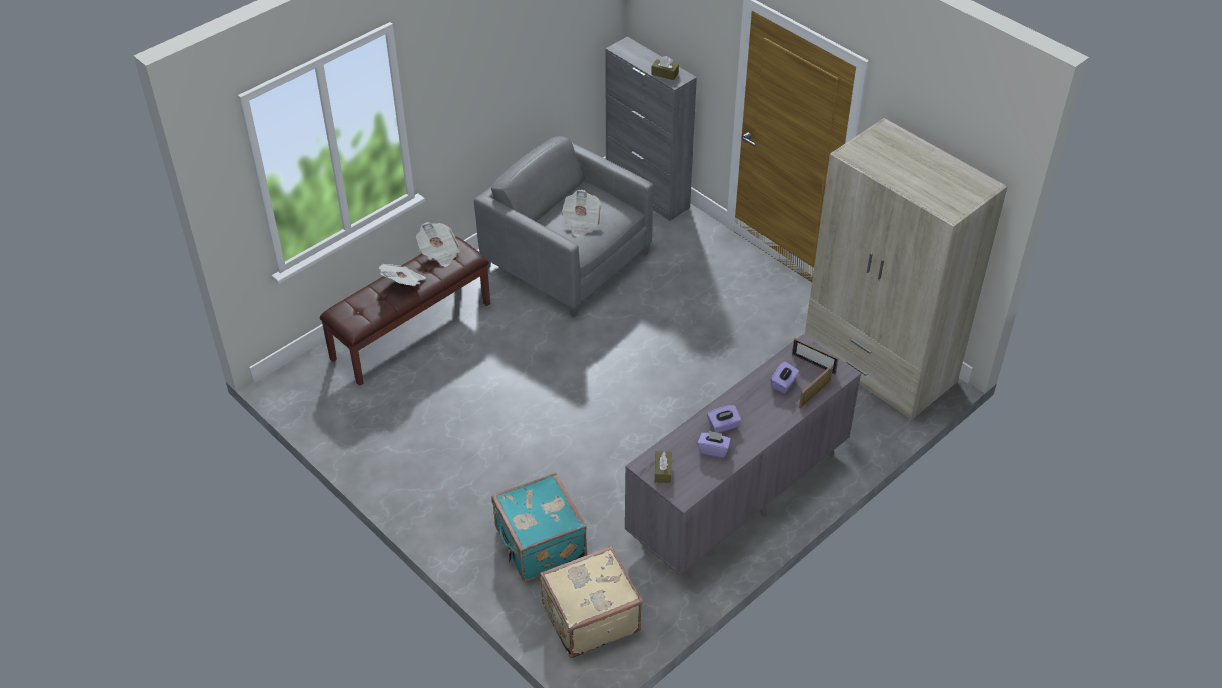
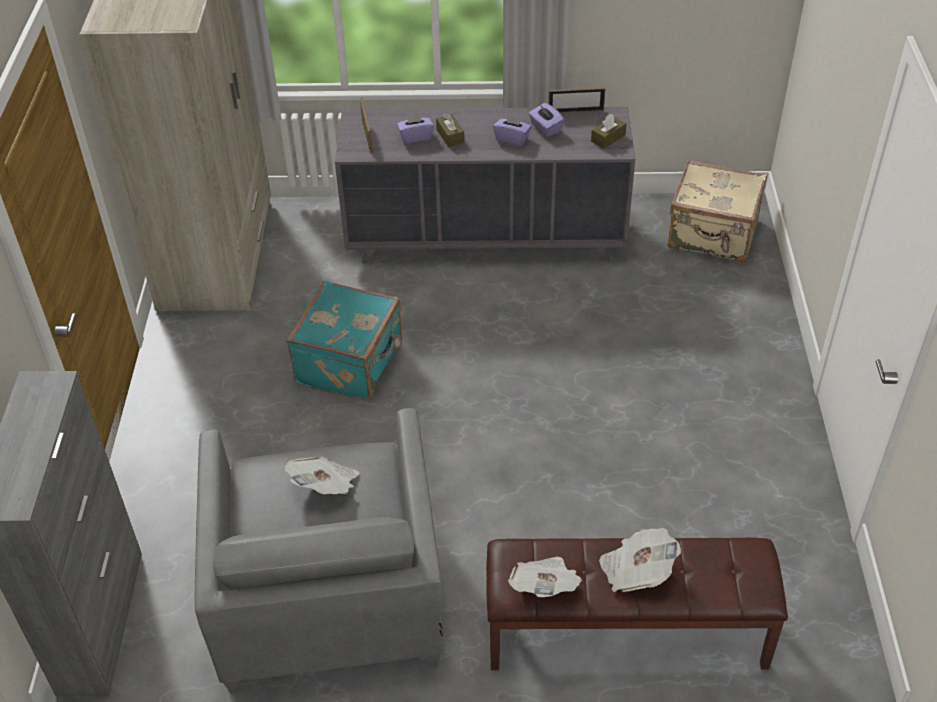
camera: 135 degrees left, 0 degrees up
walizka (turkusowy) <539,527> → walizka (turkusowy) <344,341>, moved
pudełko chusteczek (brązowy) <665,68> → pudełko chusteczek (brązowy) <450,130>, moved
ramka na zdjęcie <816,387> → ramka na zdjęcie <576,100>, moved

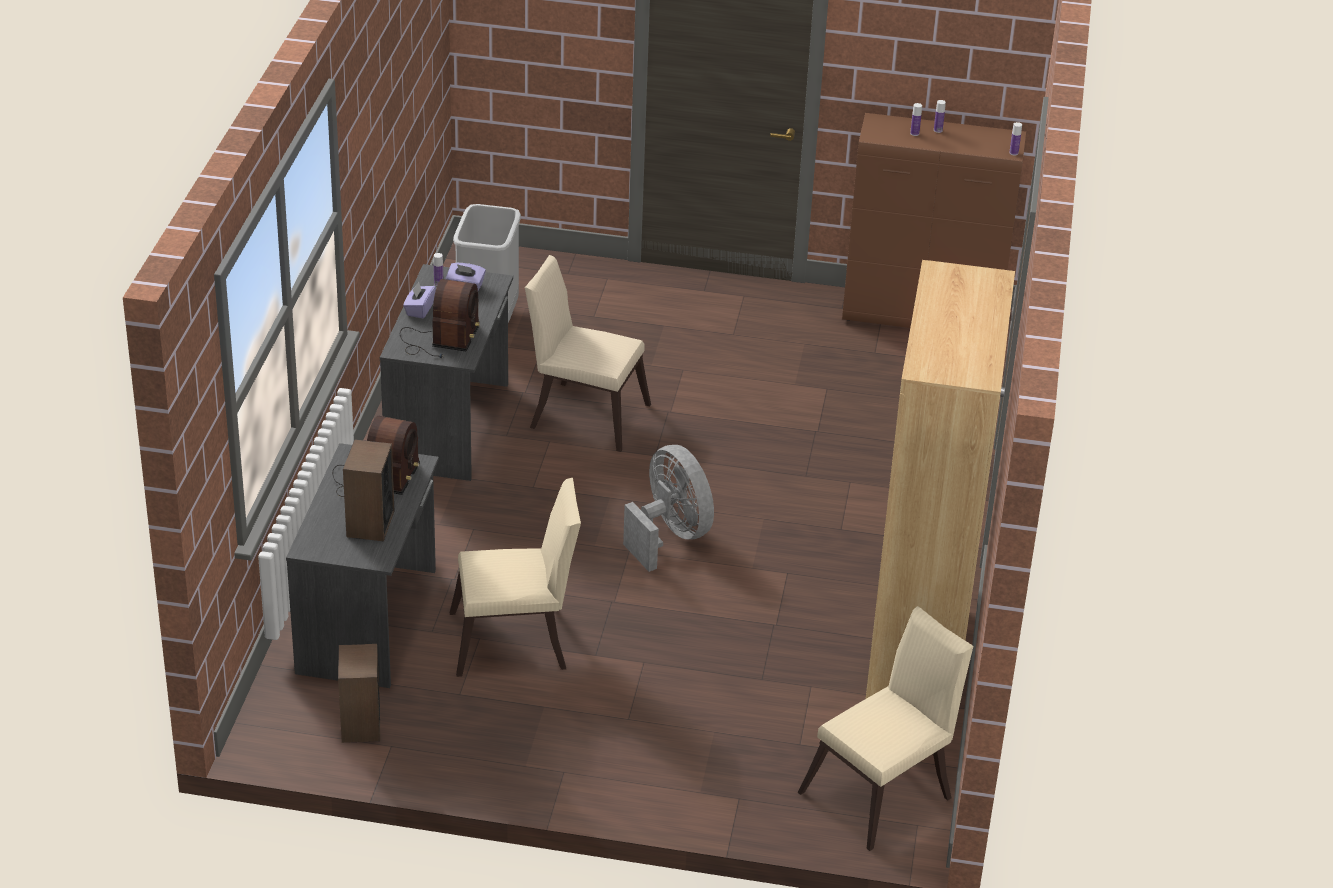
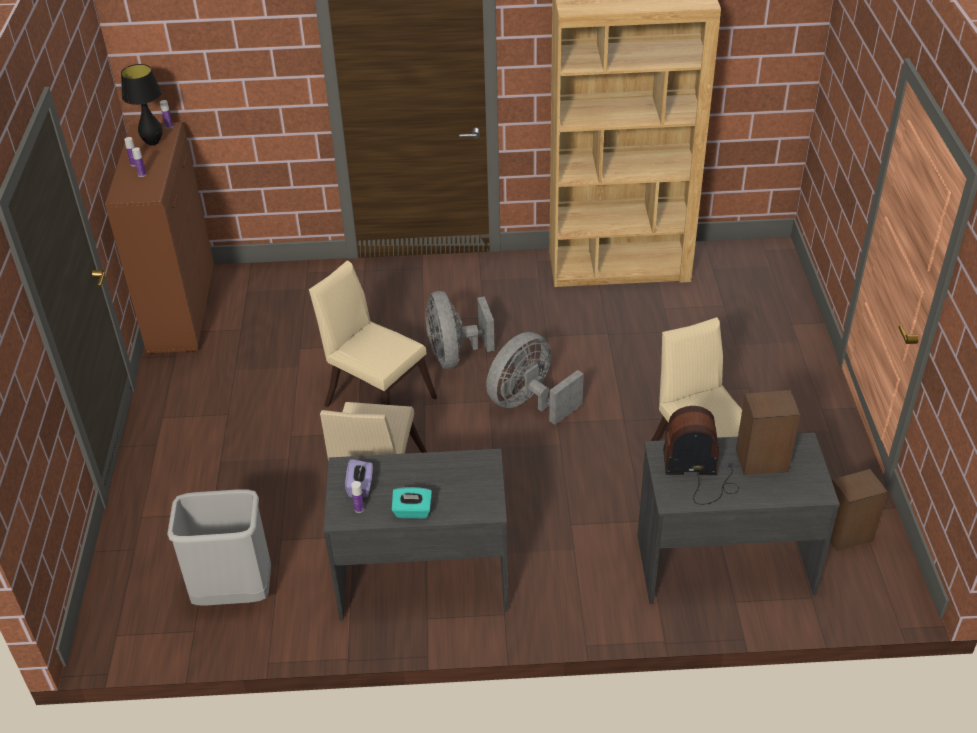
camera: 100 degrees left, 5 degrees up
radio <440,318> → -
pudełko chusteczek (fioletowy) <419,300> → pudełko chusteczek (turkusowy) <412,502>
krzesło (beżowy) <885,728> → krzesło (beżowy) <373,333>, moved
- → lampa stołowa (czarny) <141,104>
- → wentylator (szary) <460,330>

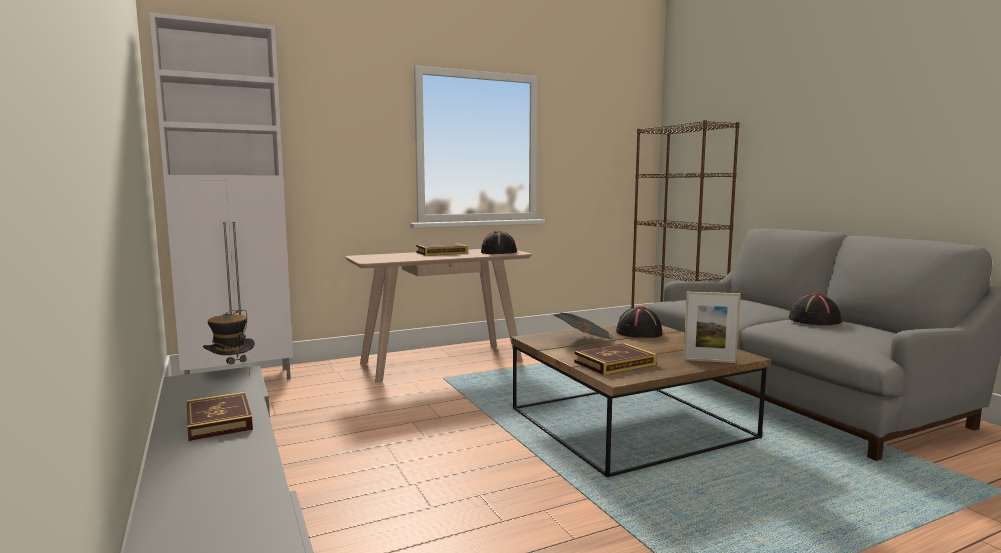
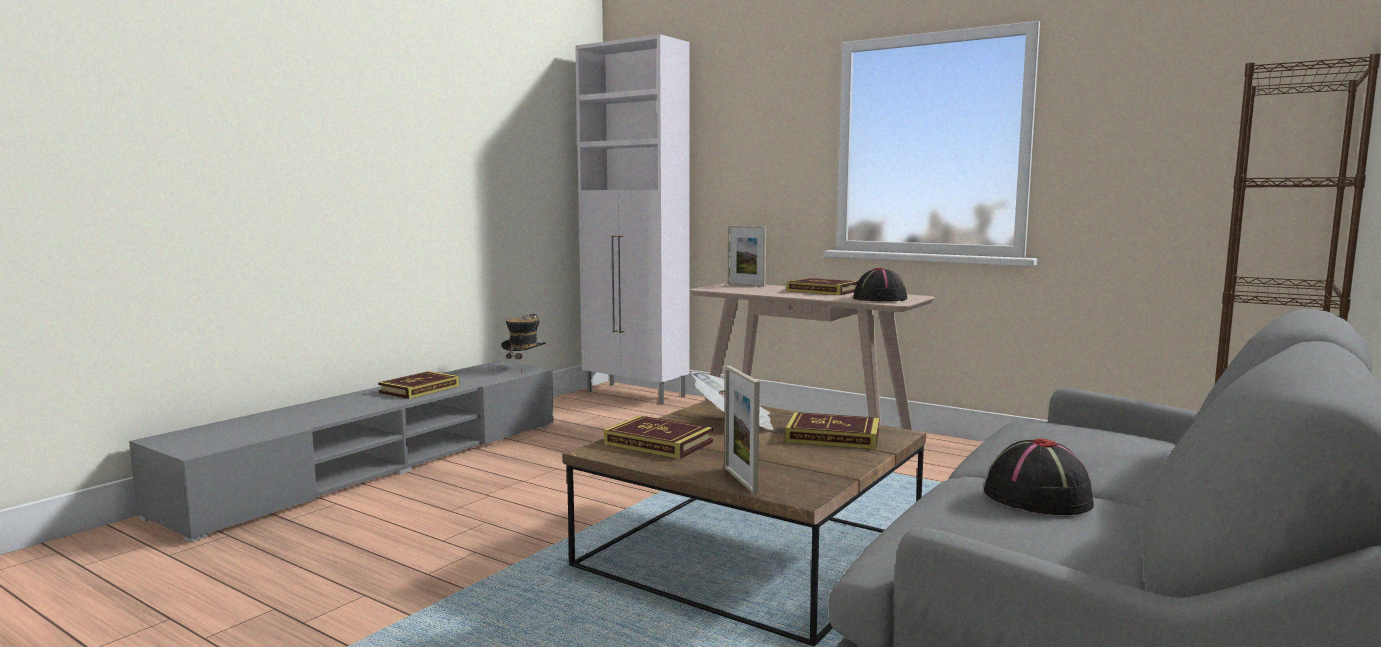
camera: 60 degrees right, 0 degrees up
kapelusz (czarny) <639,322> → książka <832,431>
- → ramka na zdjęcie <747,256>

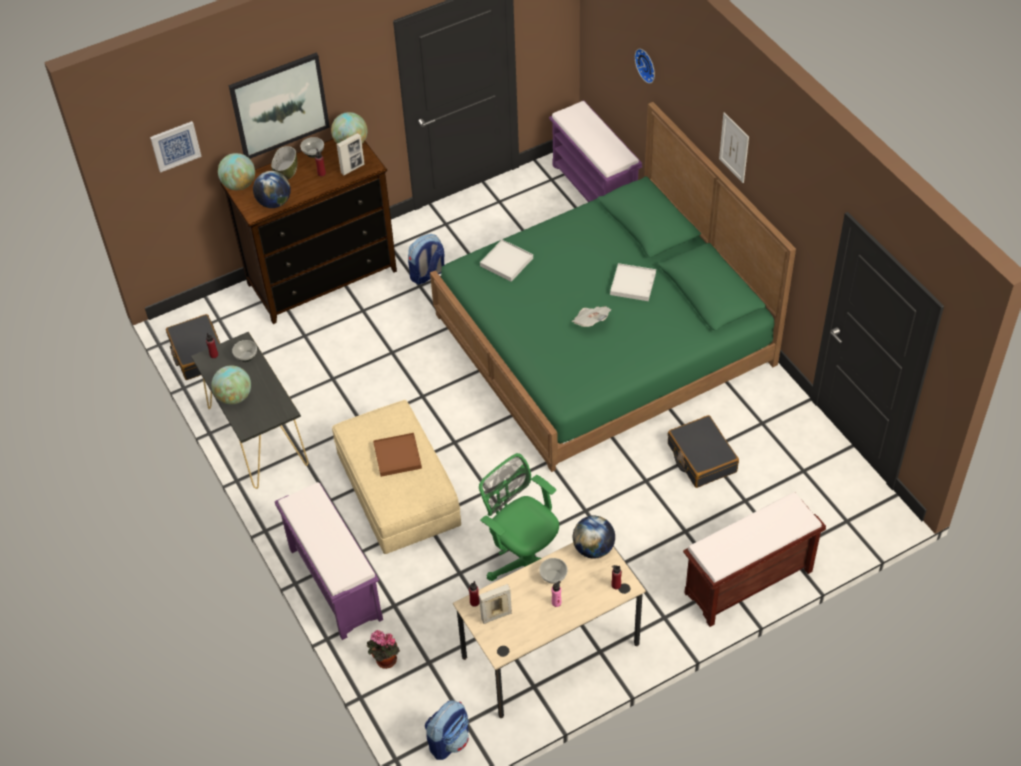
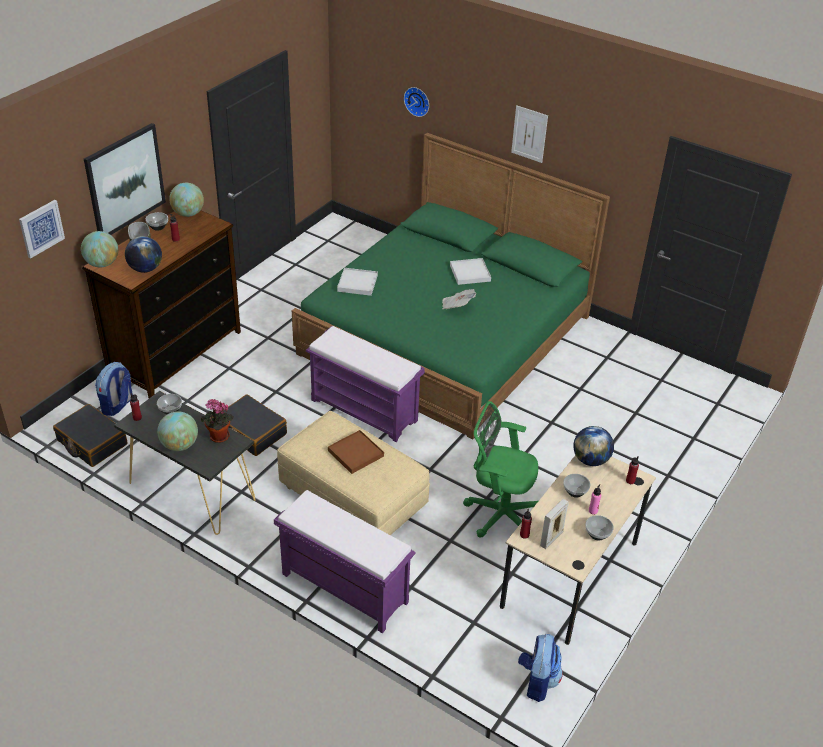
camera: 30 degrees left, 10 degrees down
ramka na zdjęcie <350,154> → -
roślina doniczkowa <383,649> → roślina doniczkowa <217,421>, moved
plecak <426,259> → plecak <114,389>, moved
ławka (fioletowy) <595,151> → ławka (fioletowy) <365,384>, moved
walizka (czarny) <703,451> → walizka (czarny) <255,425>, moved
ławka (brązowy) <754,559> → -
- → miska <599,528>

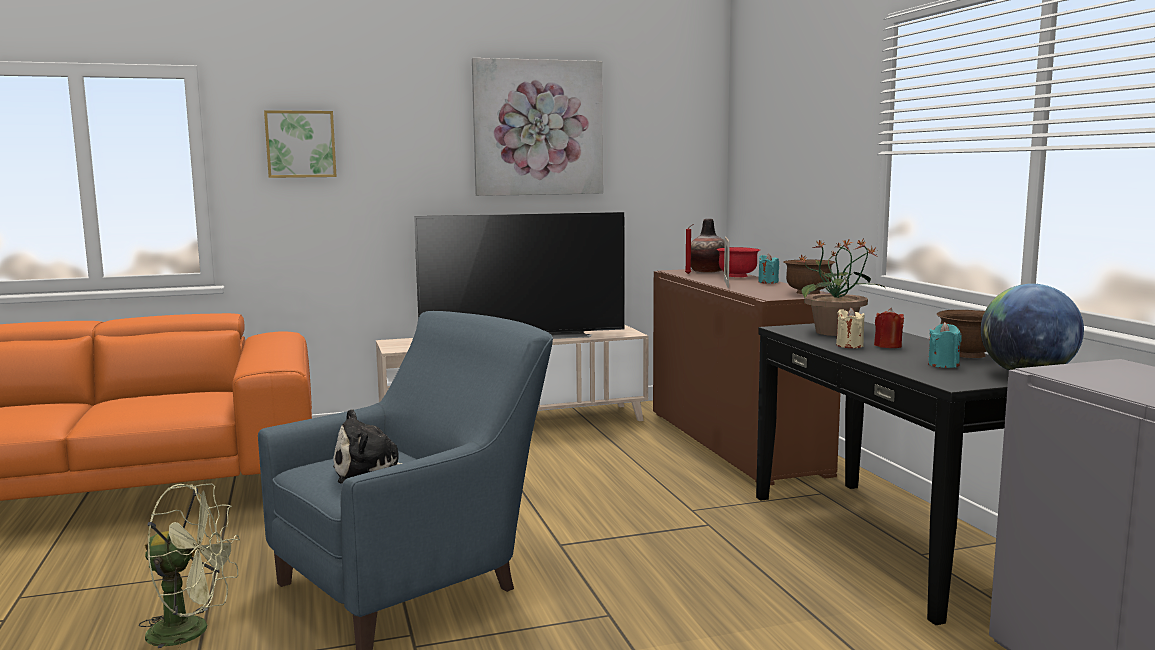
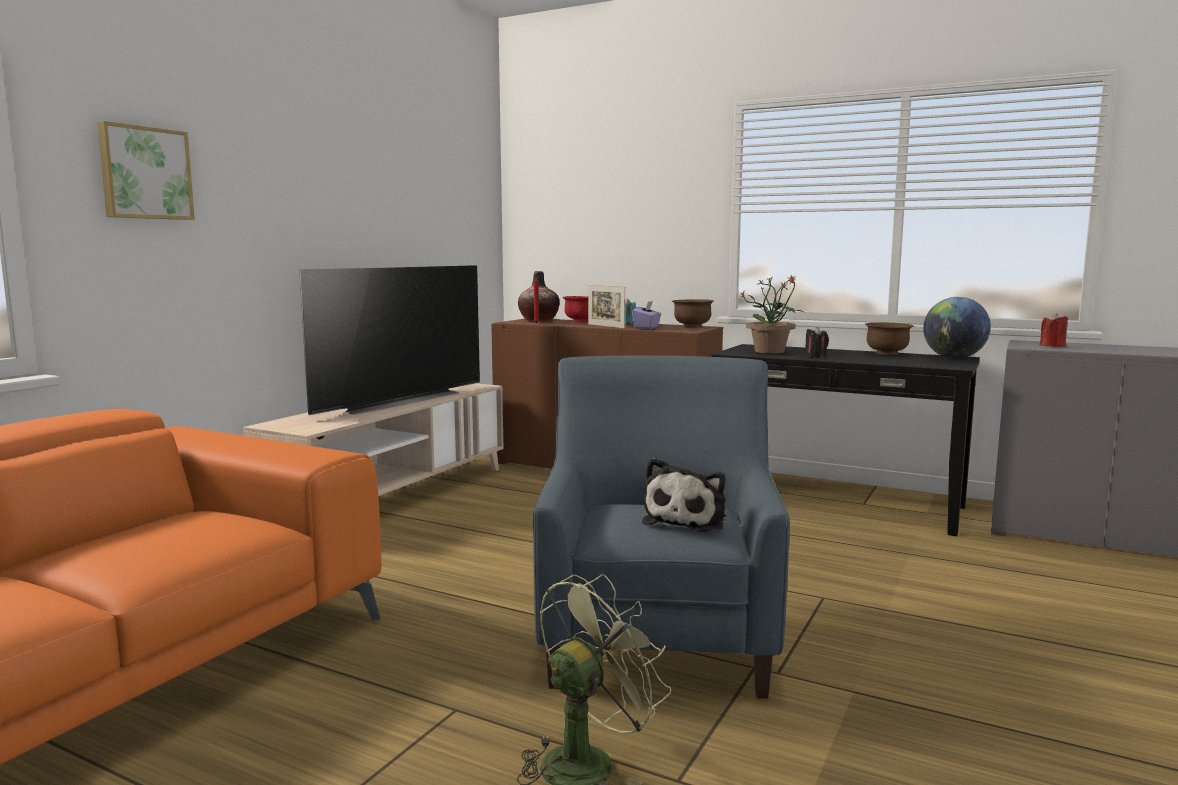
camera: 45 degrees left, 0 degrees up
obraz <537,127> → -
świeca (beżowy) <850,328> → świeca (czarny) <817,342>
świeca (czerwony) <889,328> → świeca (czerwony) <1054,330>, moved
świeca (turkusowy) <945,345> → -
- → pudełko chusteczek (fioletowy) <646,315>

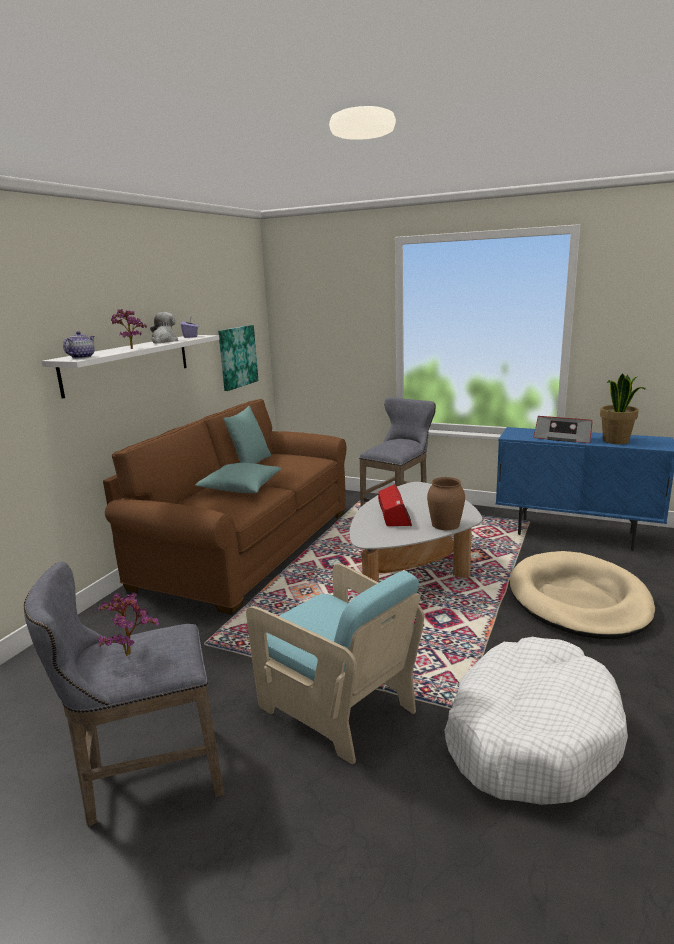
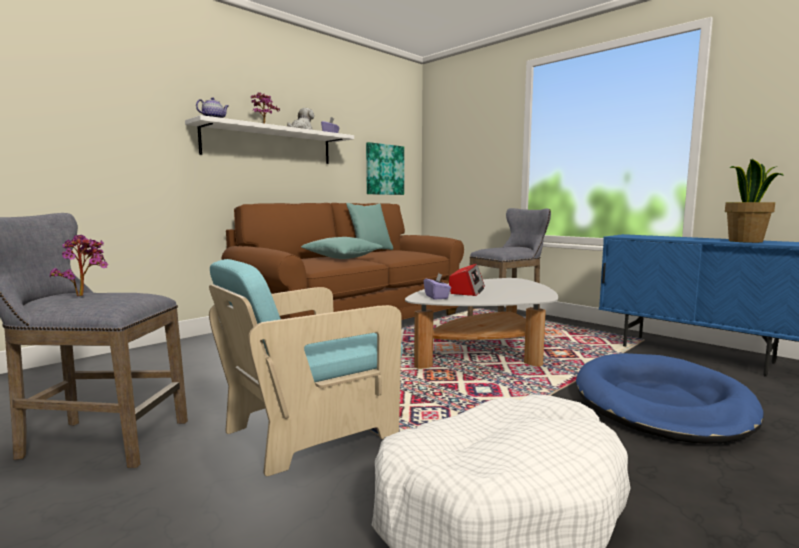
camera: 20 degrees right, 10 degrees down
fotel (turkusowy) <335,663> → fotel (turkusowy) <306,367>, 75 degrees clockwise
wazon (brązowy) <446,503> → -
legowisko (beżowy) <582,595> → legowisko (niebieski) <670,398>
radio <563,429> → -
- → pudełko chusteczek (fioletowy) <437,286>

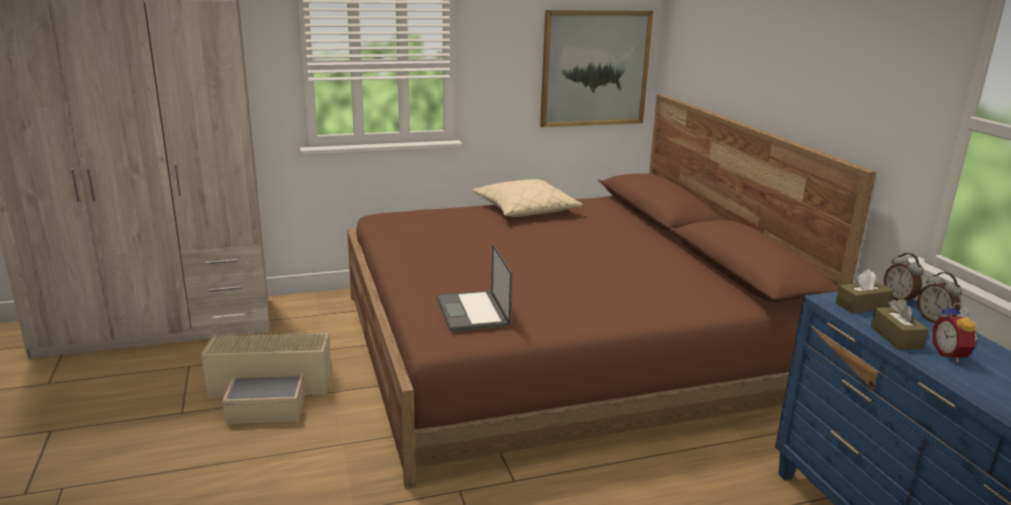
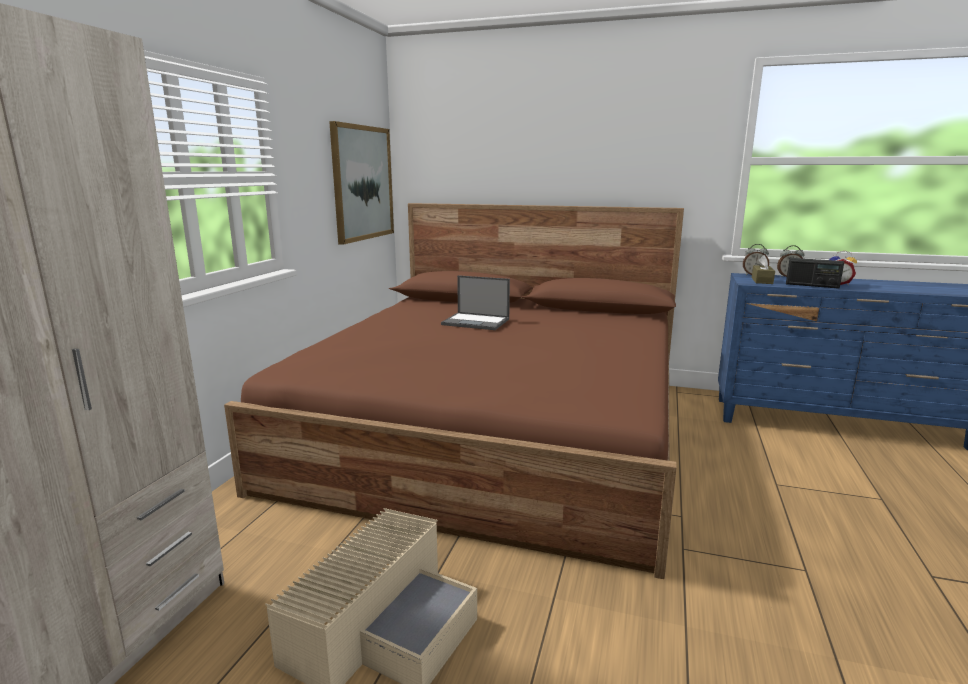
camera: 55 degrees left, 5 degrees down
laptop <474,288> → laptop <475,302>, moved
poduszka (beżowy) <527,198> → -
pudełko chusteczek (brązowy) <900,324> → radio <815,273>

